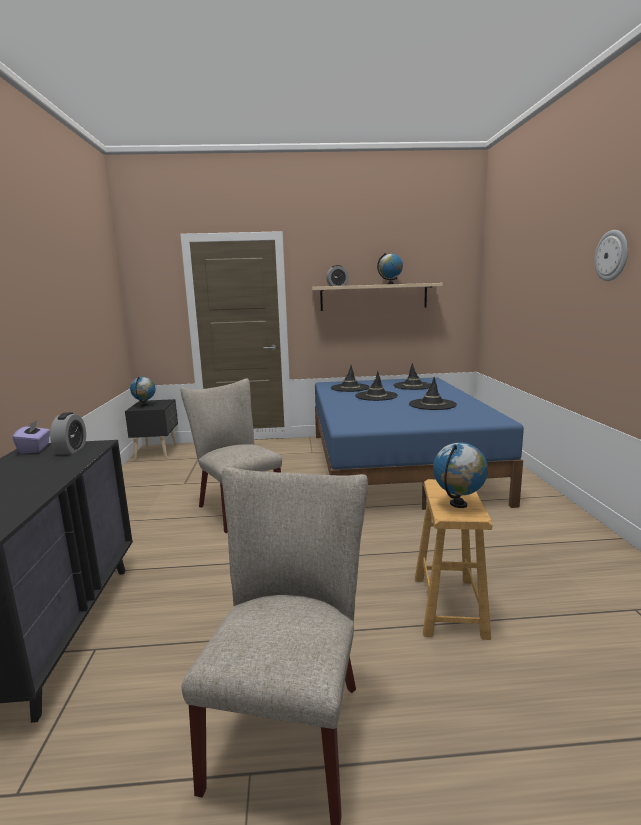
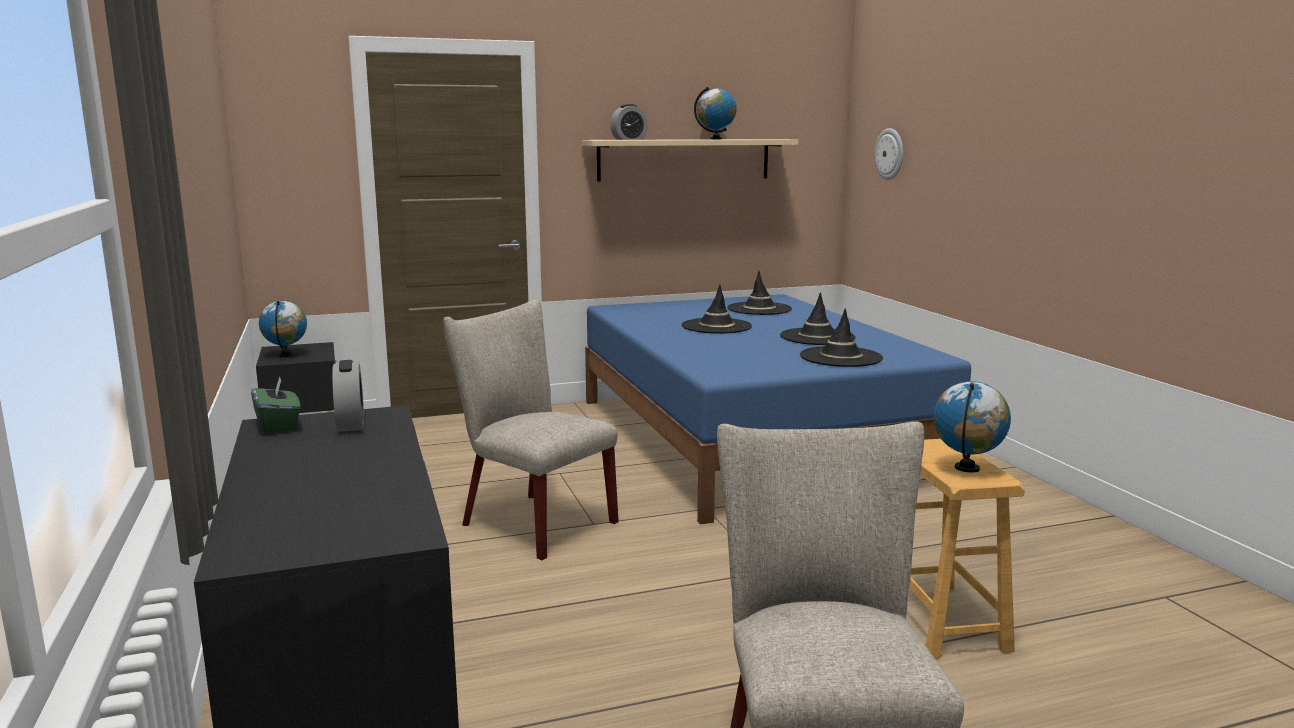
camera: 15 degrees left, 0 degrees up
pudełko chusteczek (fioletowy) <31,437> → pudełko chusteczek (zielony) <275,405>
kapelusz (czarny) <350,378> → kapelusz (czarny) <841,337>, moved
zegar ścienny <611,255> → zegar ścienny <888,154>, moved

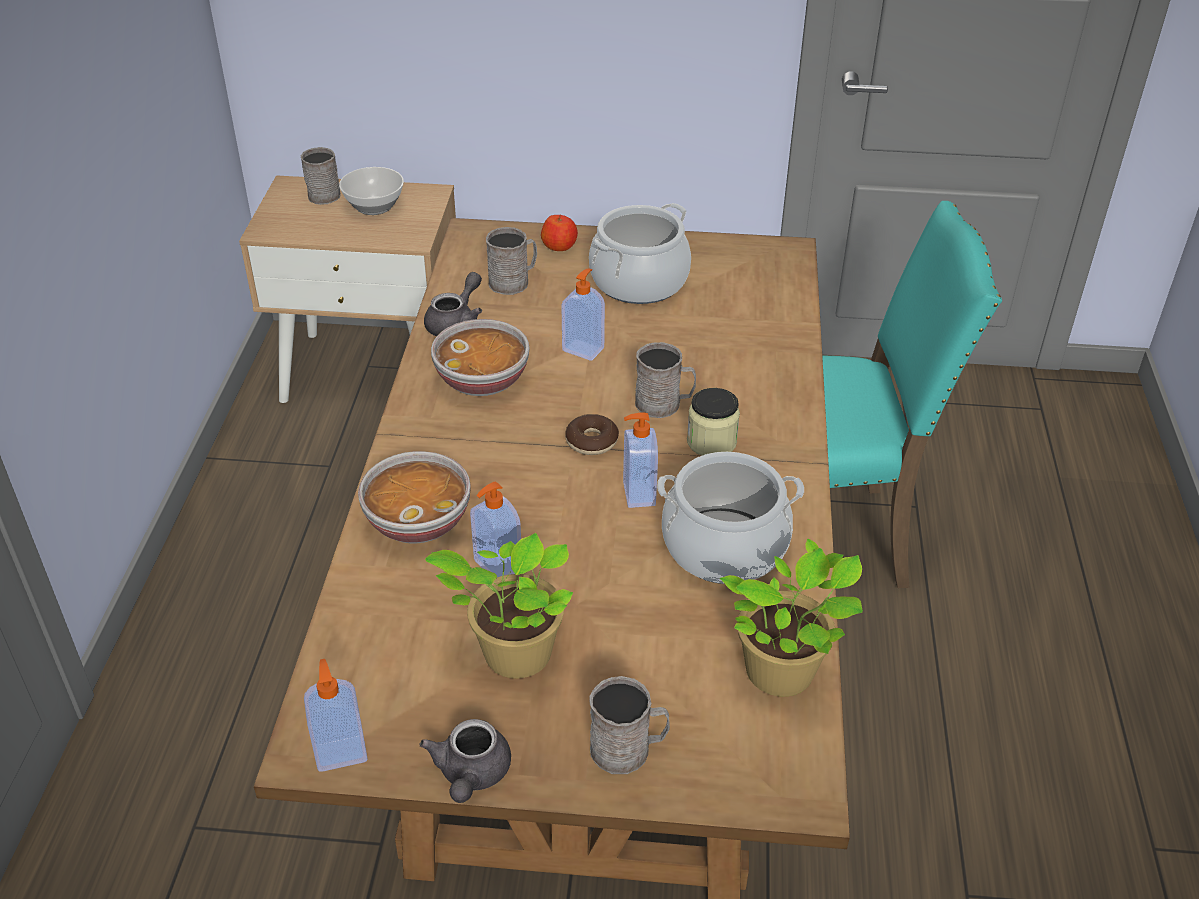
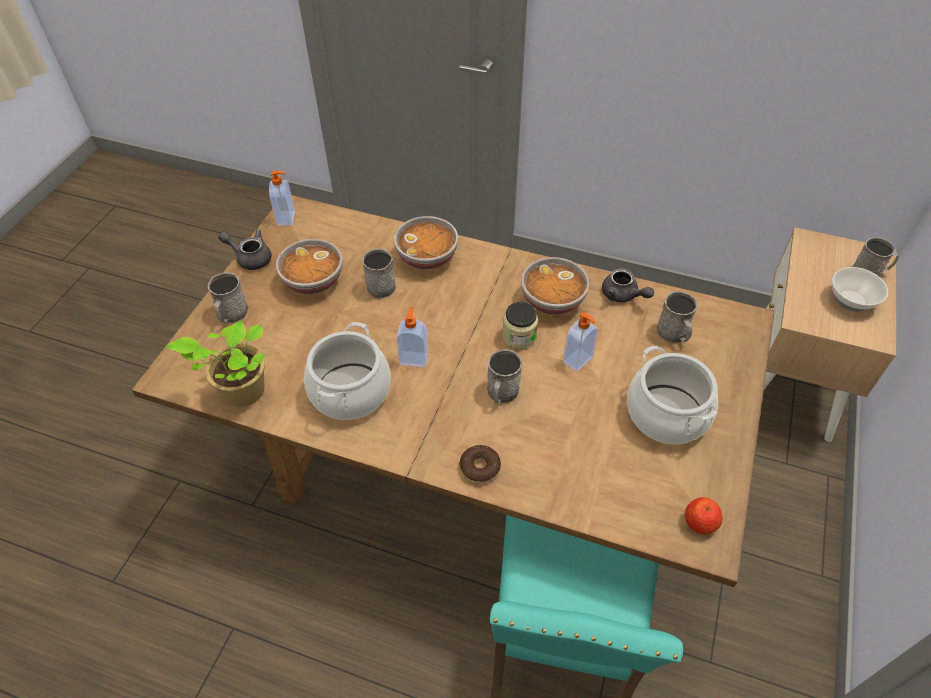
camera: 105 degrees right, 10 degrees up
roślina doniczkowa <499,605> → miska <309,266>
dozownik mydła <495,529> → kubek (szary) <379,273>
jabłko <559,233> → jabłko <704,516>, moved
donut <592,434> → donut <480,464>, moved
słoik <713,422> → słoik <520,325>, moved

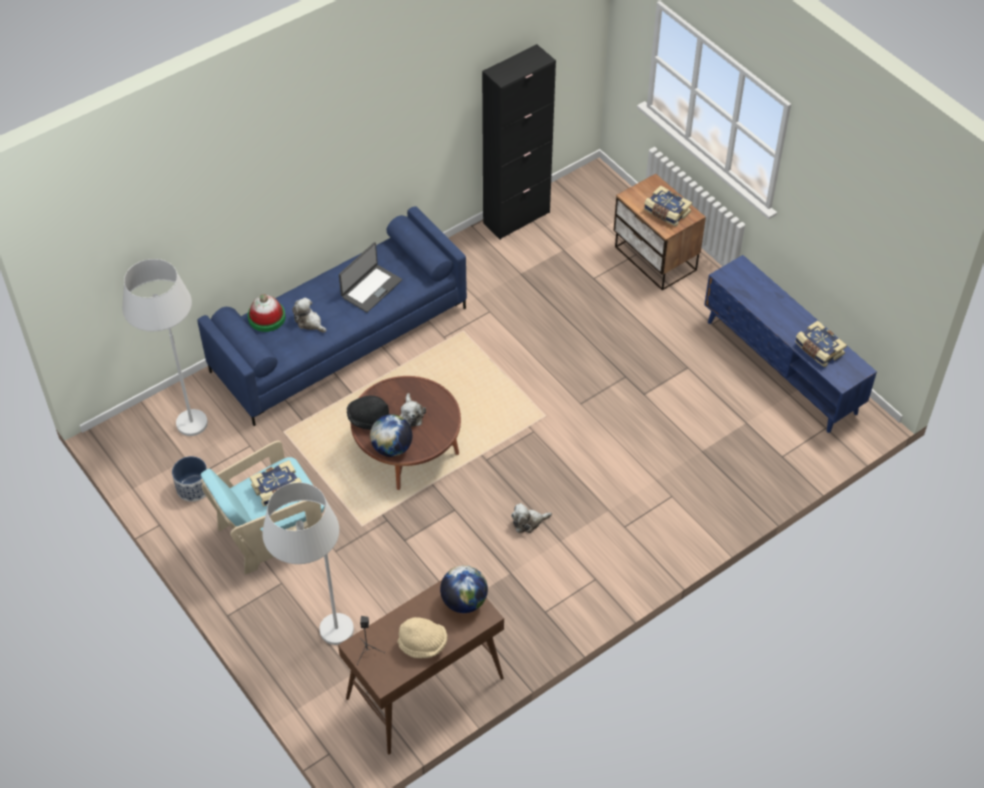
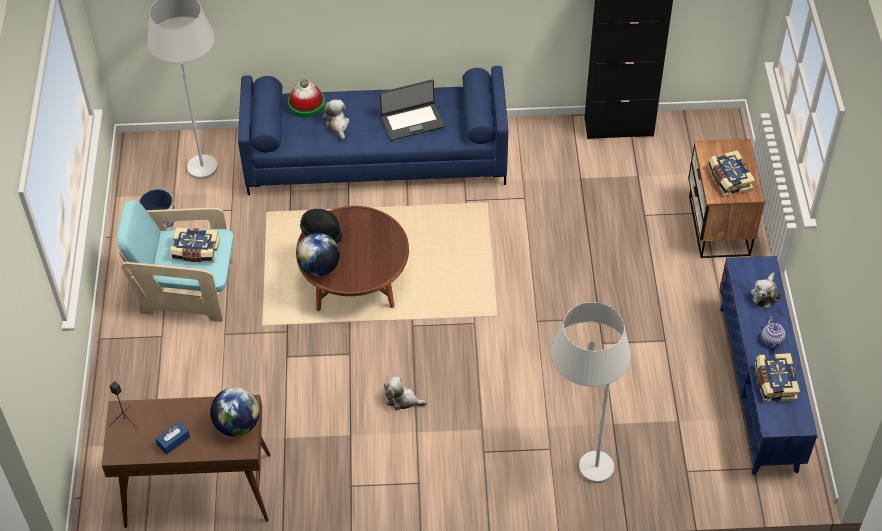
camera: 35 degrees right, 0 degrees up
lampa stojąca (biały) <308,563> → lampa stojąca (biały) <591,392>, moved
kapelusz (beżowy) <422,637> → pudełko chusteczek (niebieski) <172,438>
pluszak <413,410> → pluszak <766,291>, moved
- → imbryk <774,333>

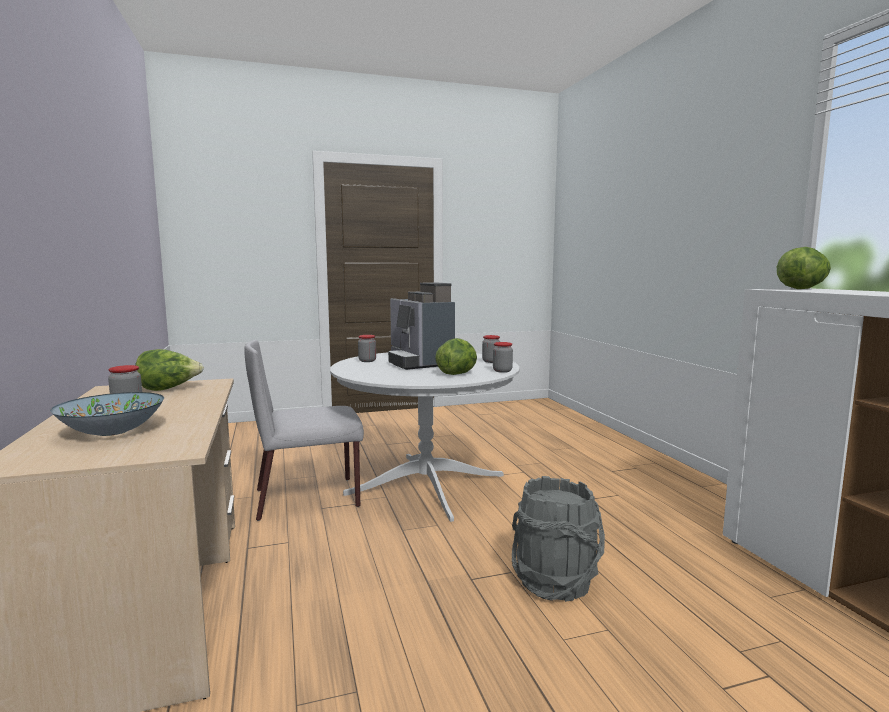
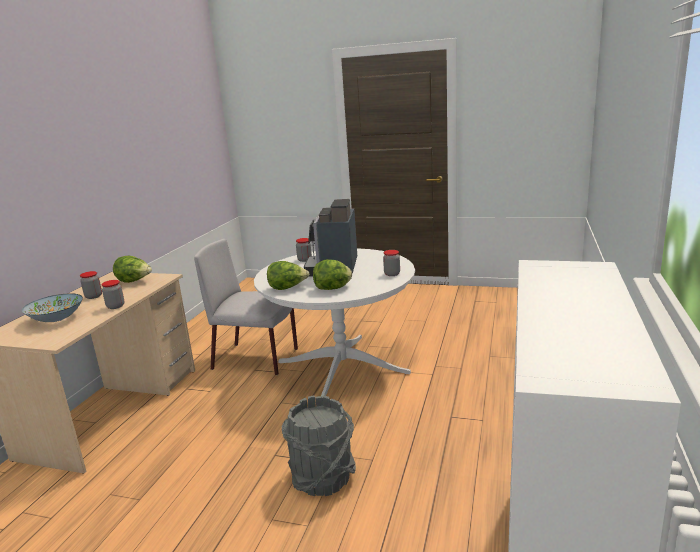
camera: 35 degrees right, 10 degrees up
słoik <503,357> → słoik <113,294>, moved
sałata <804,268> → sałata <288,275>, moved

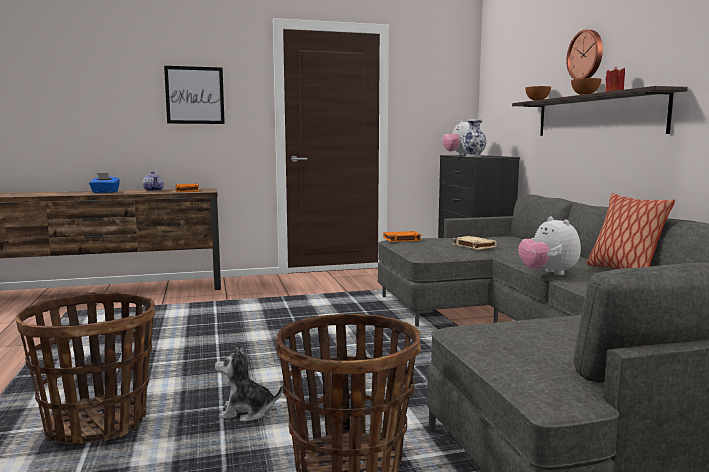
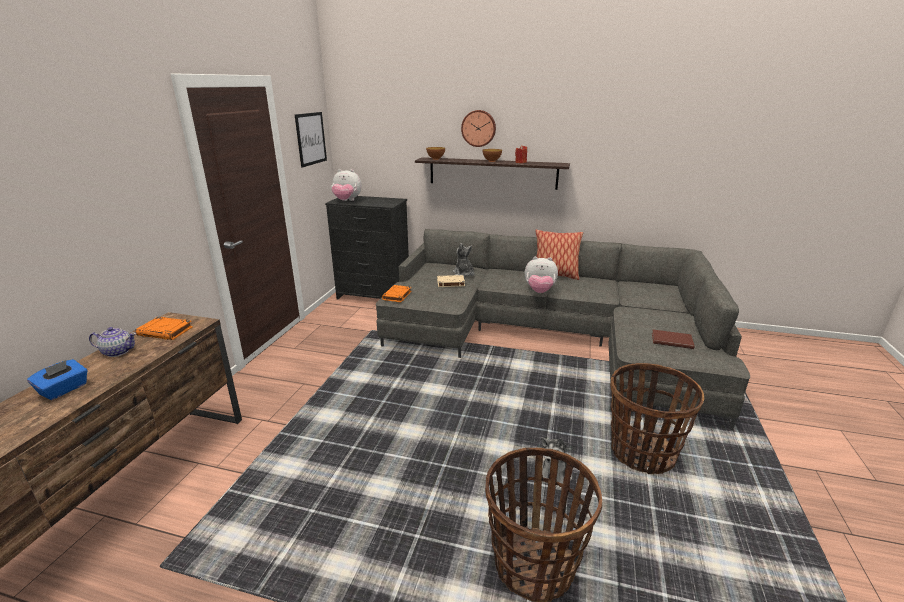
camera: 60 degrees left, 15 degrees up
obraz <194,95> → obraz <311,139>, moved
wazon <474,138> → -
- → pluszak <463,260>
- → książka (brązowy) <673,339>

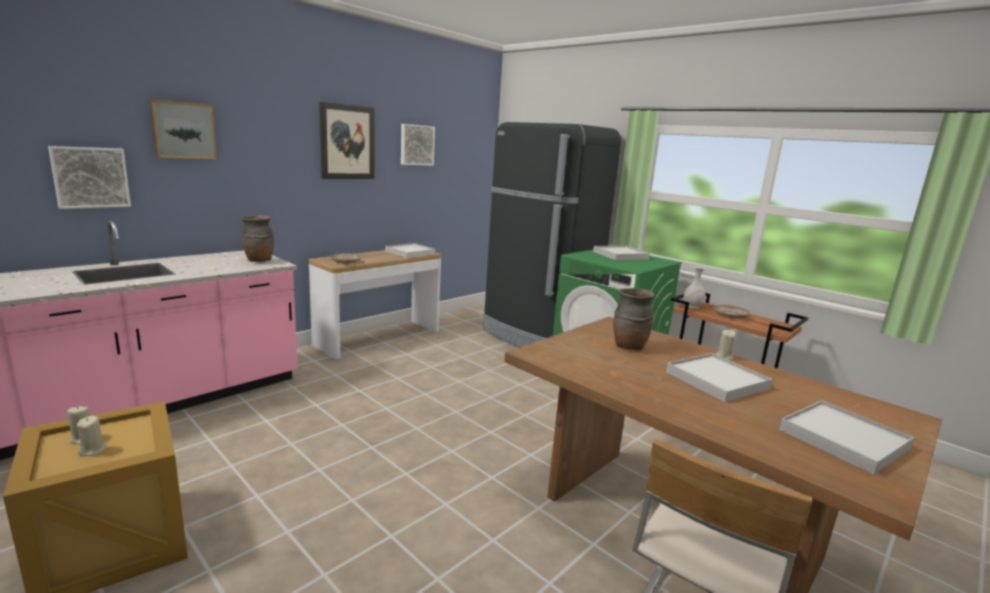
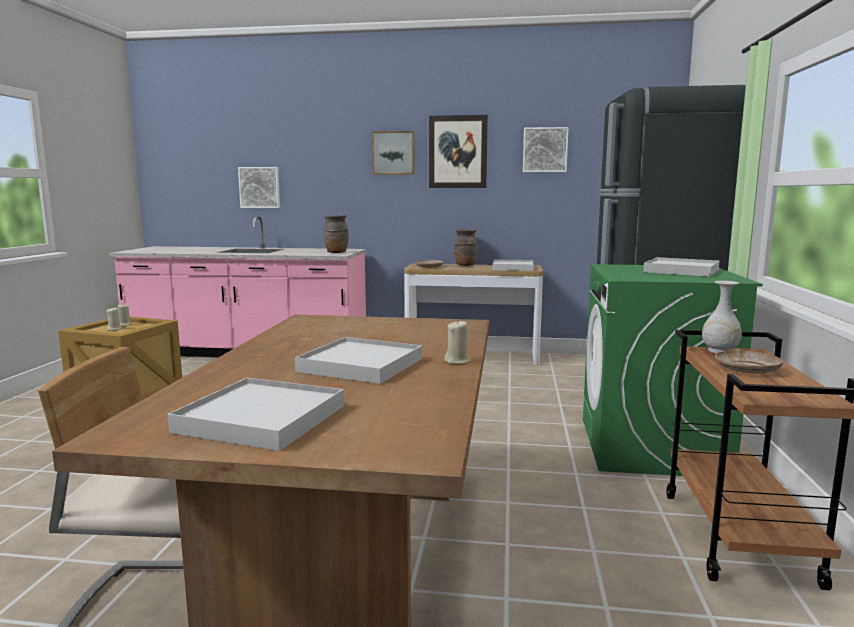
camera: 55 degrees right, 5 degrees down
obraz <183,129> → obraz <393,153>, moved
wazon (brązowy) <634,319> → wazon (brązowy) <466,247>, moved

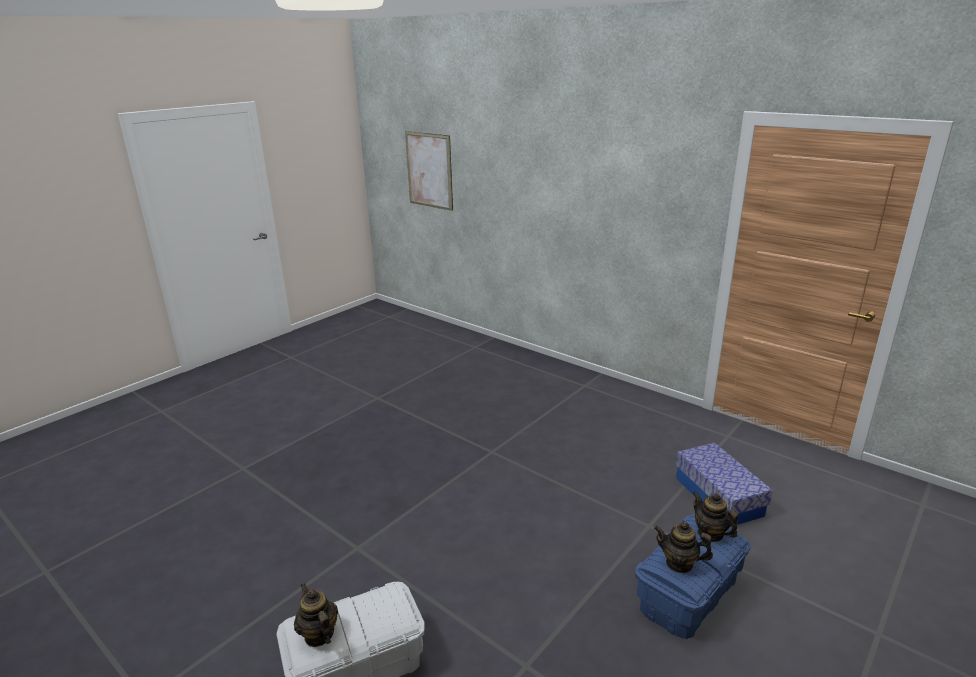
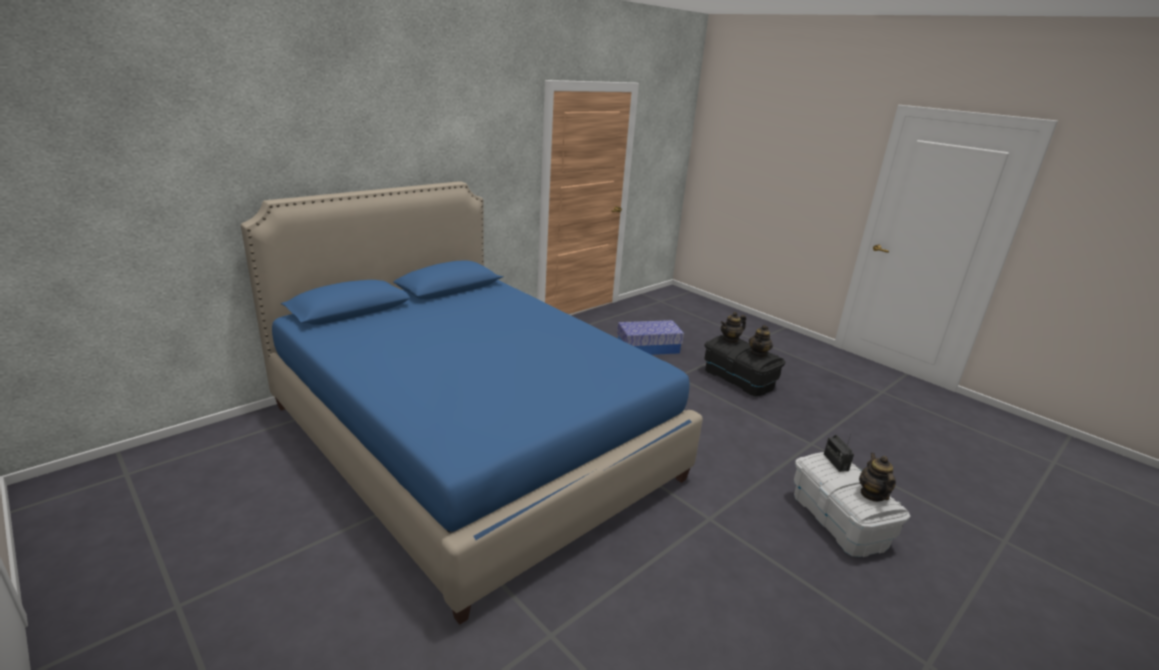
camera: 85 degrees left, 0 degrees up
imbryk <316,615> → imbryk <877,477>, 120 degrees clockwise
obraz <429,171> → -
pojemnik do przechowywania (niebieski) <692,576> → pojemnik do przechowywania (czarny) <744,366>
- → łóżko (niebieski) <472,403>
- → radio <839,453>

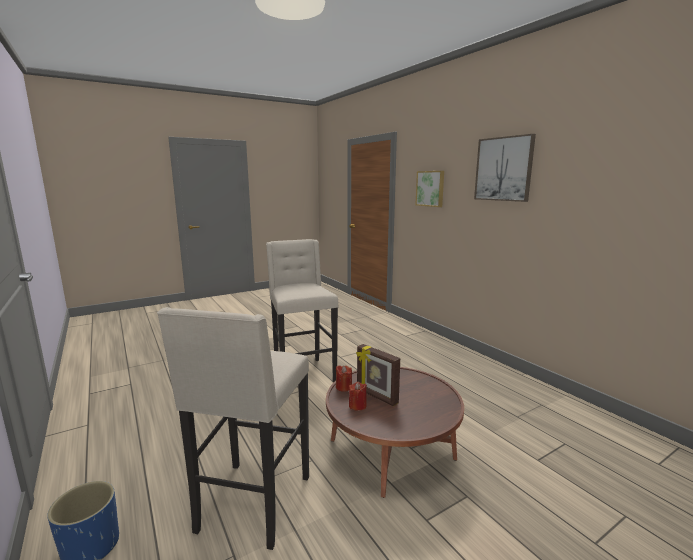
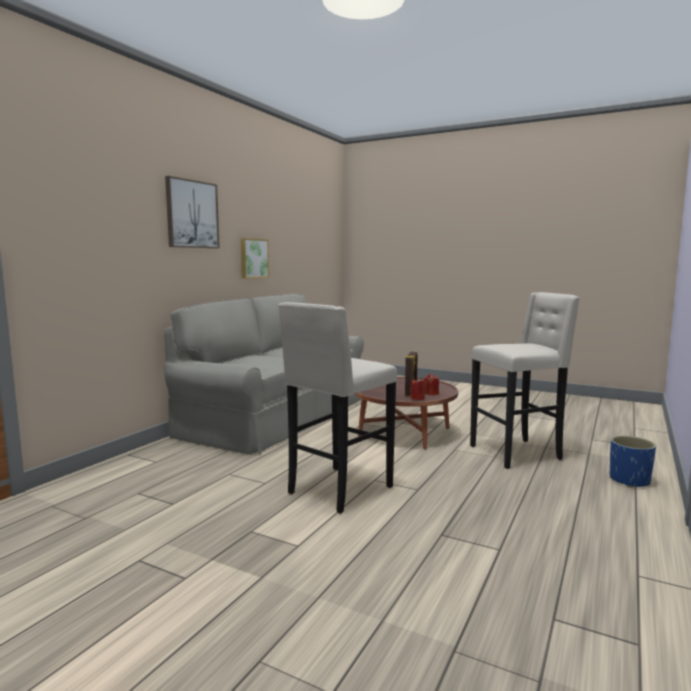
camera: 120 degrees left, 5 degrees down
obraz <429,189> → obraz <255,258>, moved
- → kanapa (szary) <264,374>

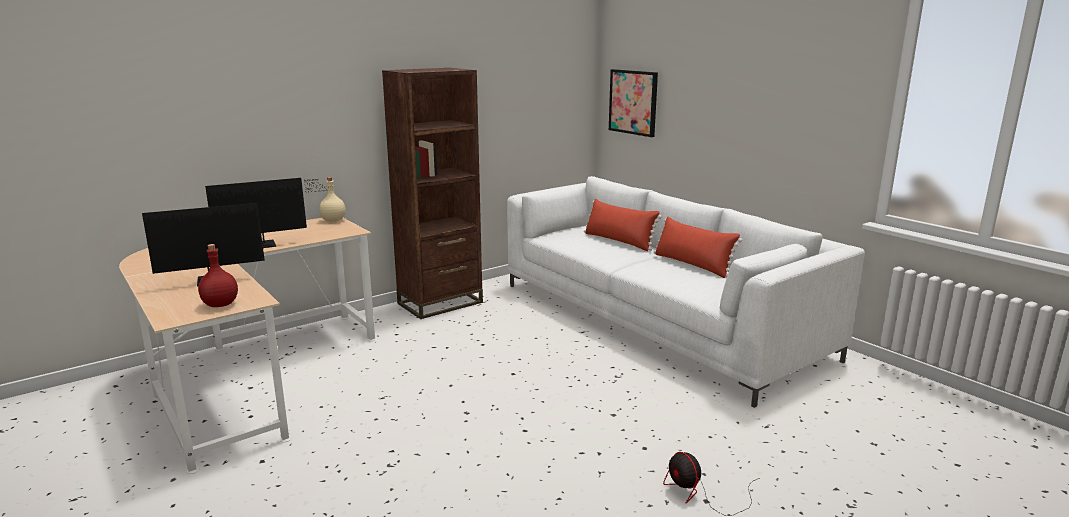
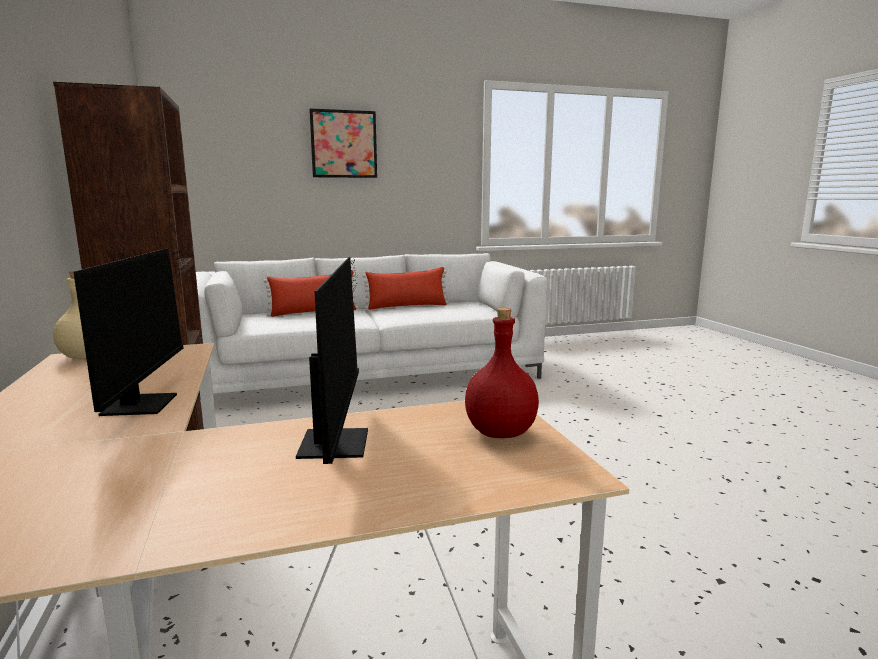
camera: 70 degrees left, 5 degrees down
obraz <633,103> → obraz <343,143>, moved
wentylator <711,484> → -

